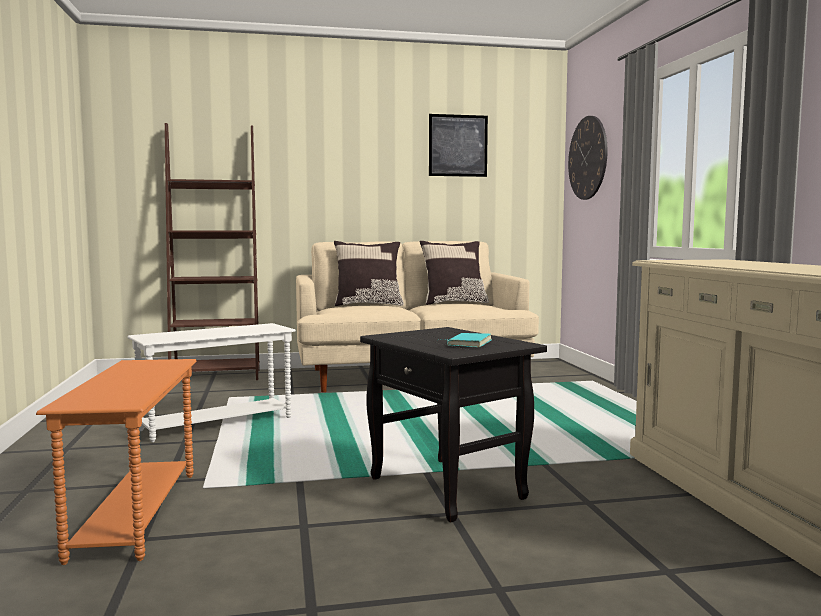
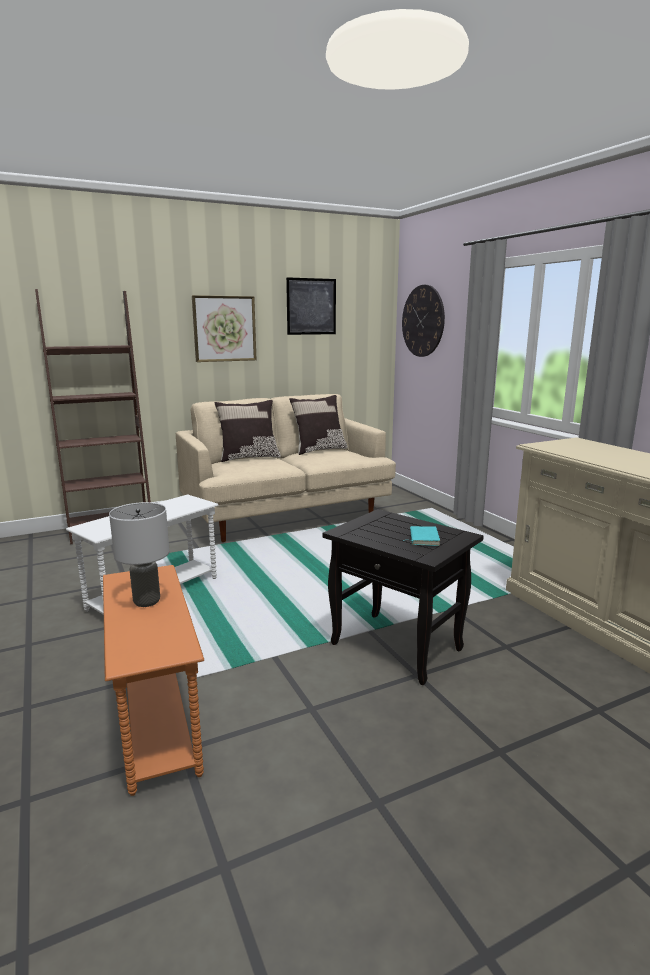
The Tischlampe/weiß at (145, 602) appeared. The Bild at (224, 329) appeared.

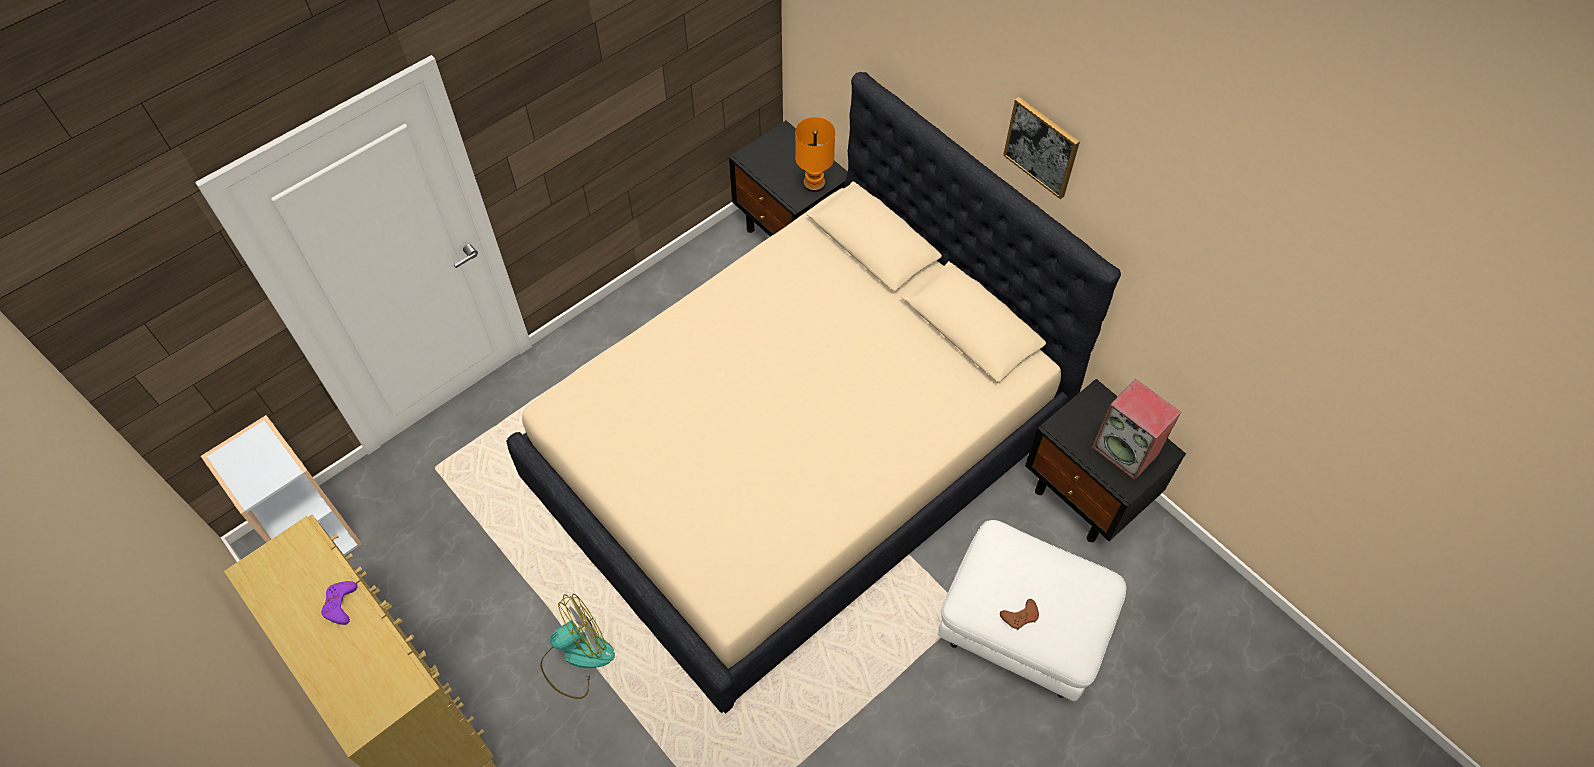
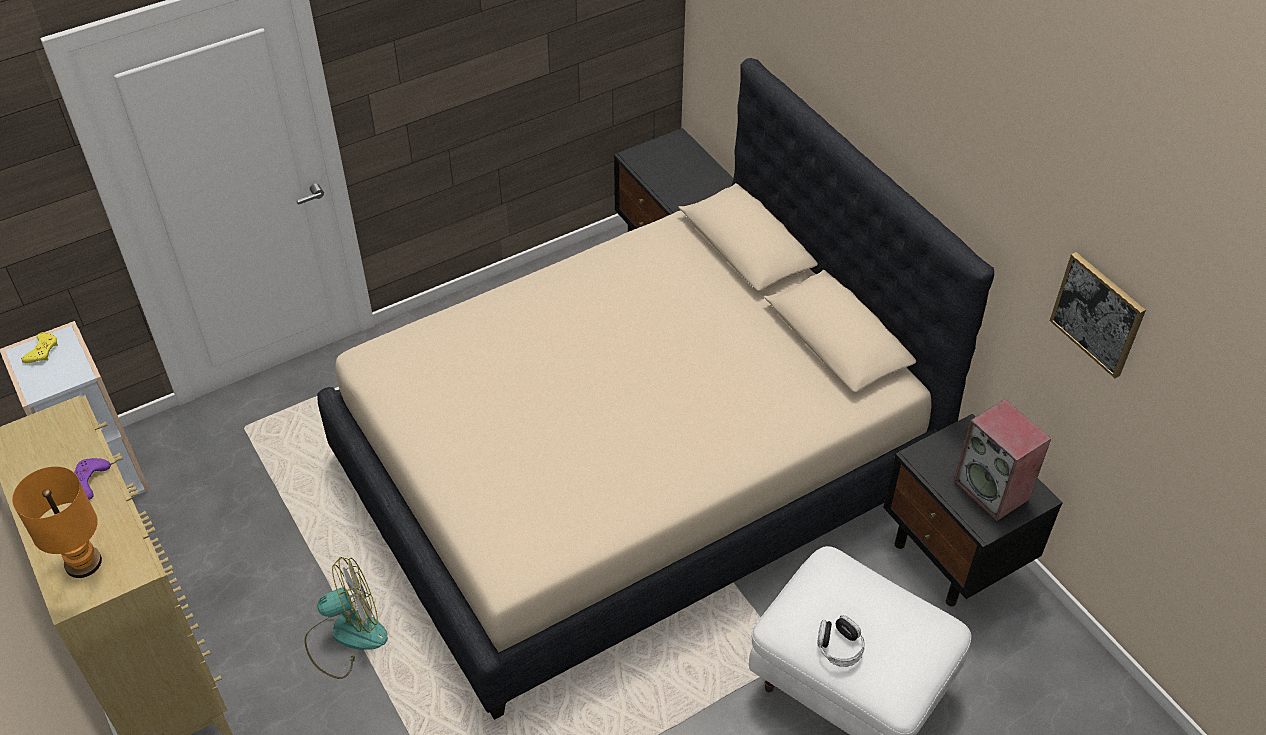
The Tischlampe/orange moved from (813, 183) to (82, 562). The Gamepad/gelb at (42, 351) appeared. The Gamepad/braun at (1020, 616) was replaced by the Kopfhörer at (839, 647). The Bild moved from (1041, 147) to (1098, 314).

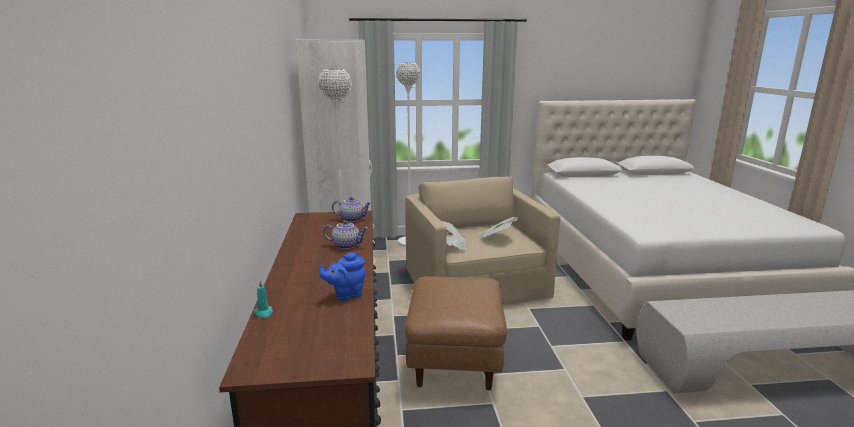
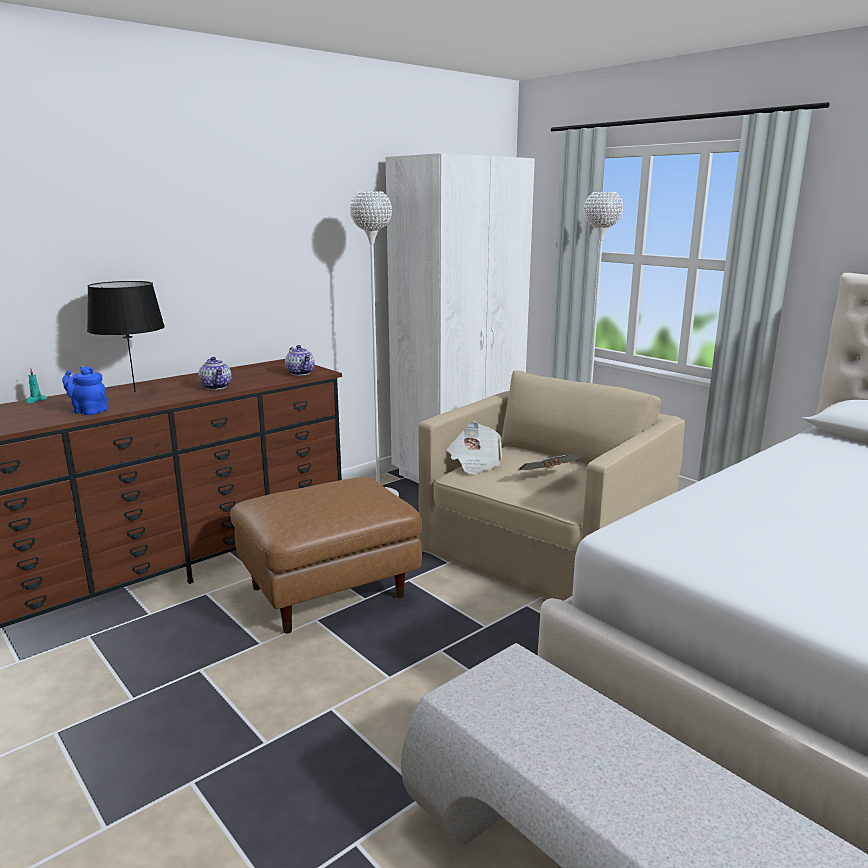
The Tischlampe/schwarz at (135, 391) appeared.

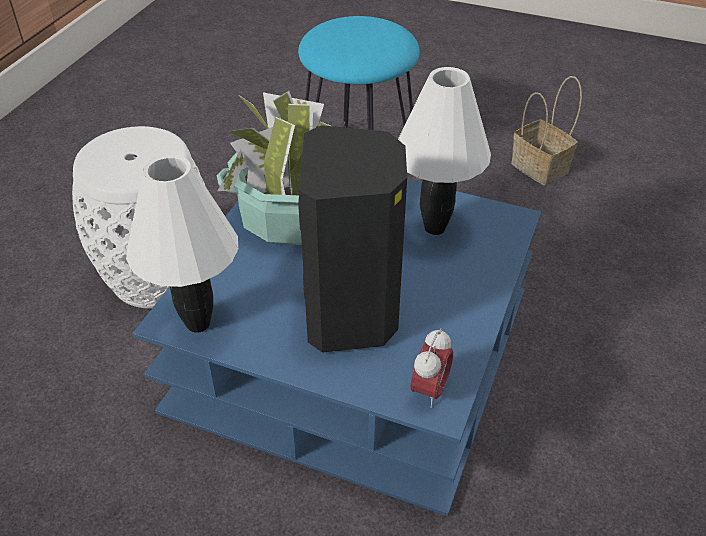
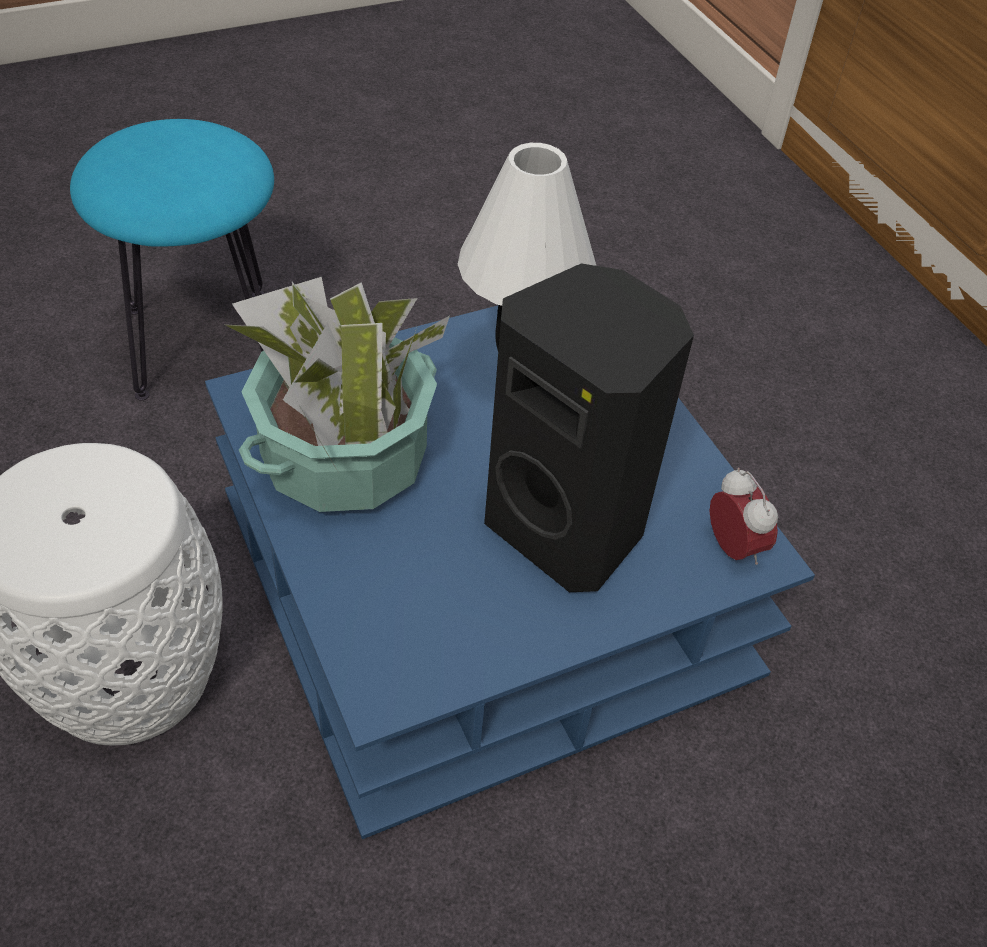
The Tischlampe/weiß at (199, 323) disappeared. The Korb at (541, 168) disappeared.

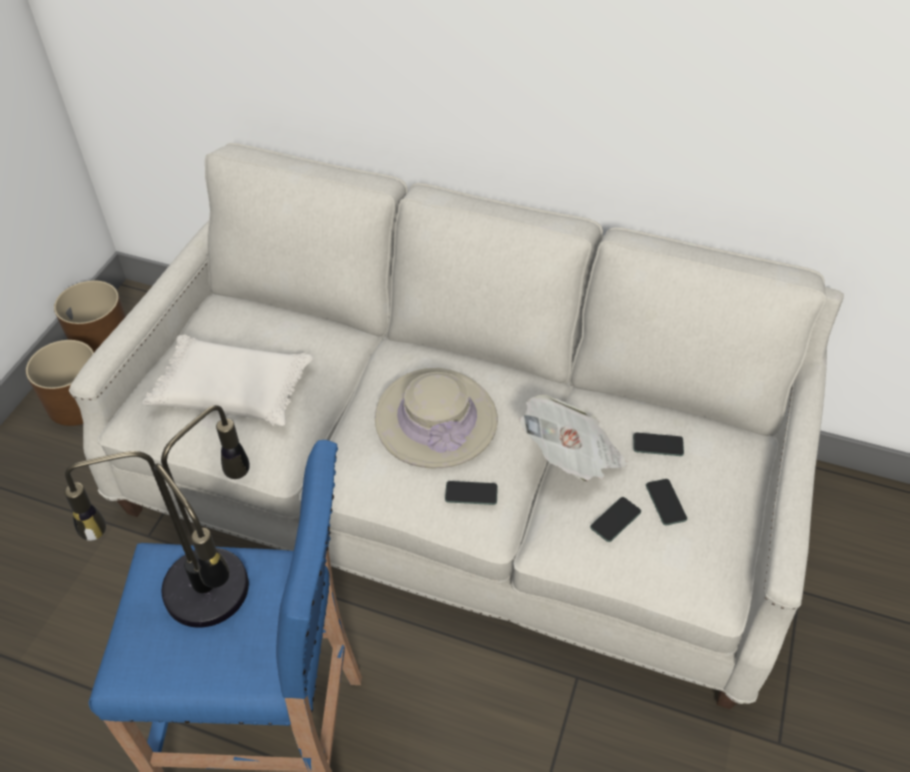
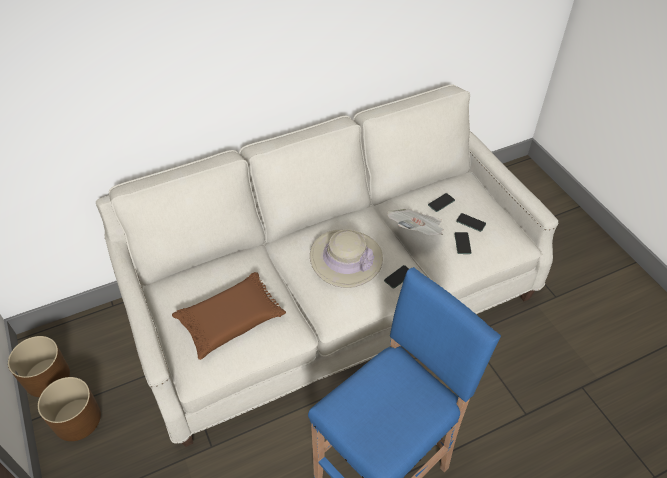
The Kissen/weiß at (231, 387) became the Kissen/braun at (230, 318). The Tischlampe at (206, 590) disappeared.

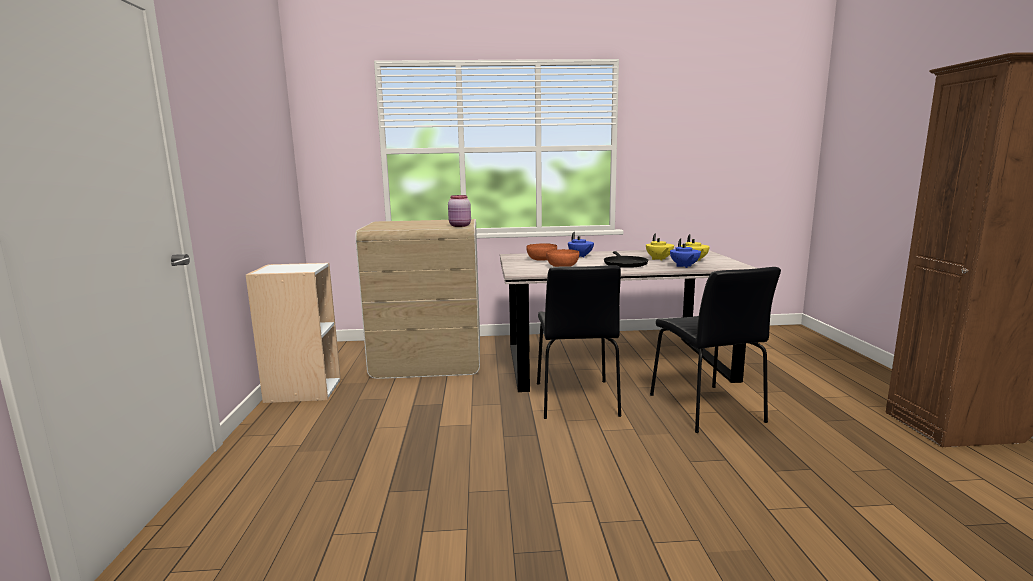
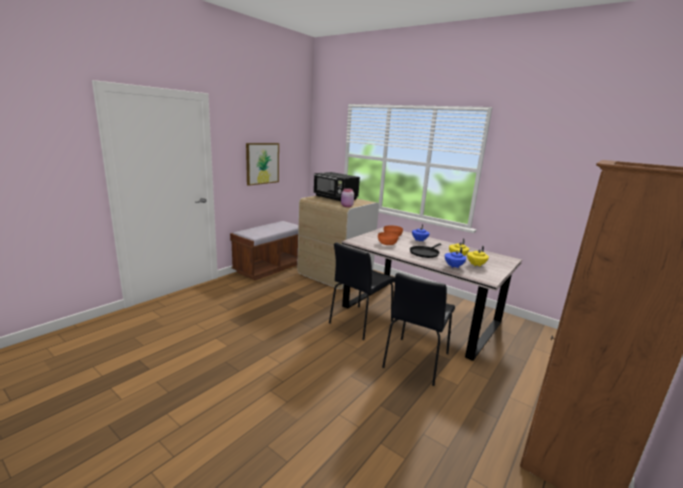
The Bücherregal at (302, 390) was replaced by the Bank/braun at (269, 268). The Bild at (262, 163) appeared. The Mikrowelle/schwarz at (335, 198) appeared.

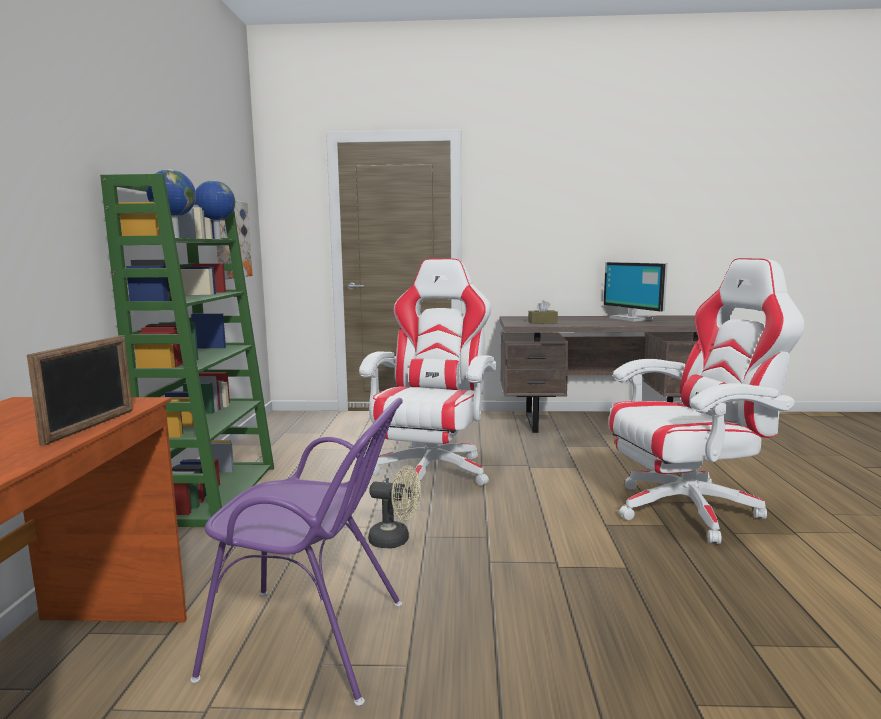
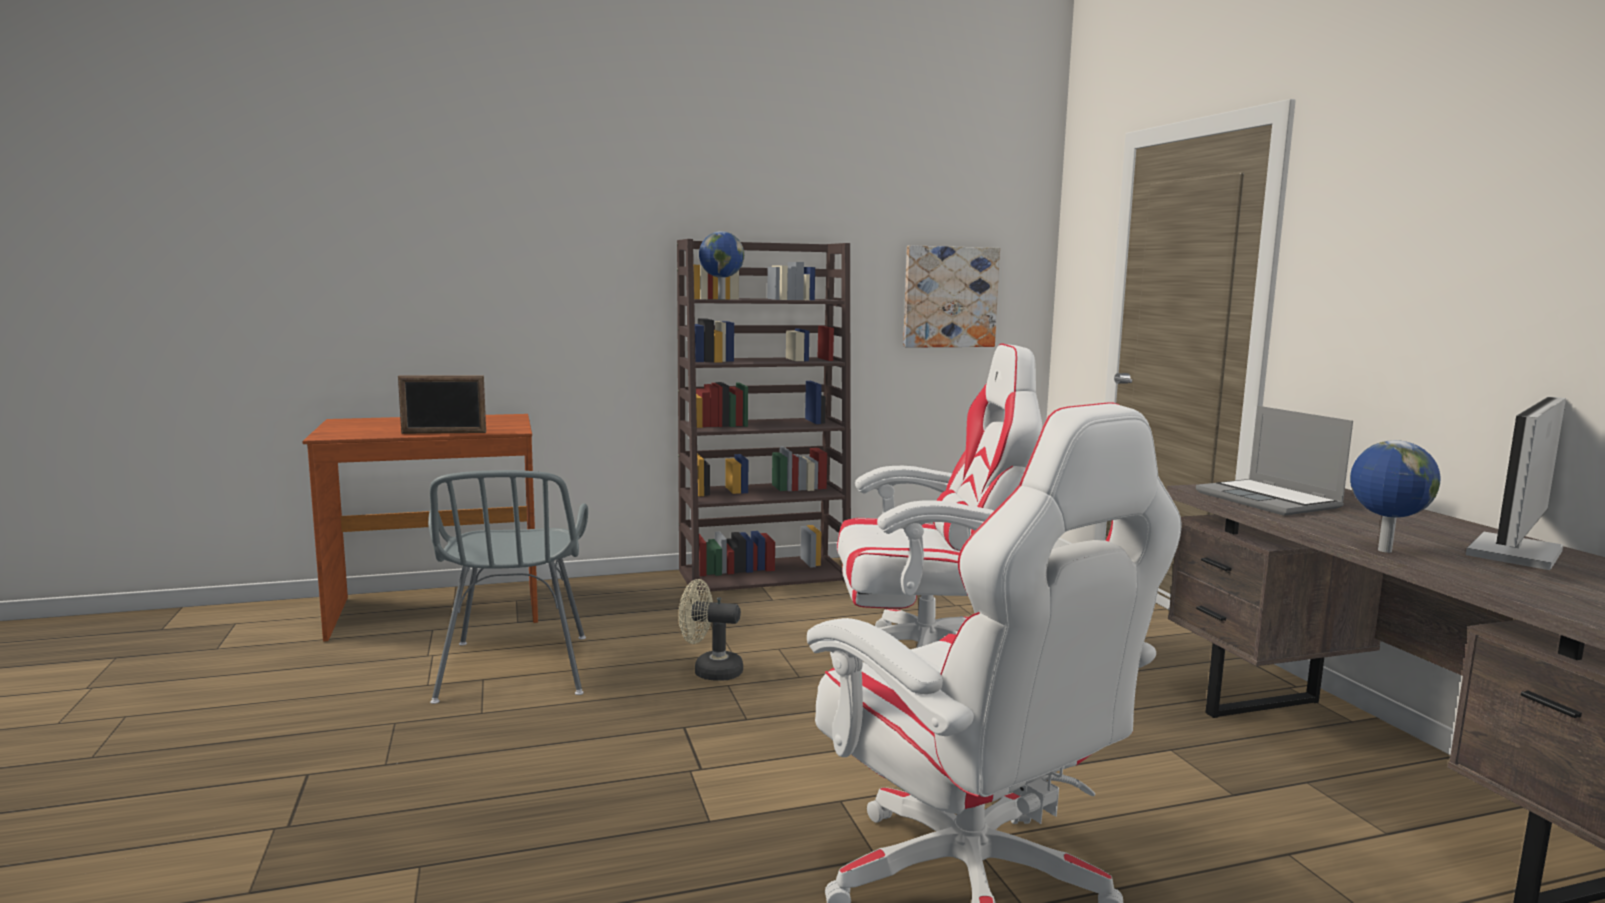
The Stuhl/lila at (314, 640) became the Stuhl/grau at (515, 670). The Bücherregal/grün at (213, 493) became the Bücherregal/braun at (764, 576). The Ventilator/beige at (396, 540) turned 105 degrees clockwise. The Taschentuchbox/braun at (542, 322) was replaced by the Laptop at (1270, 500). The Globus moved from (217, 239) to (1383, 550).

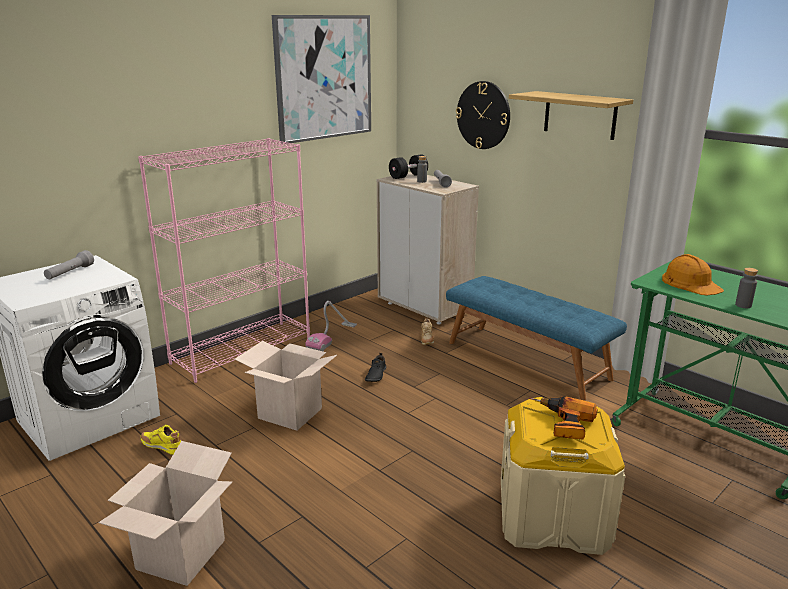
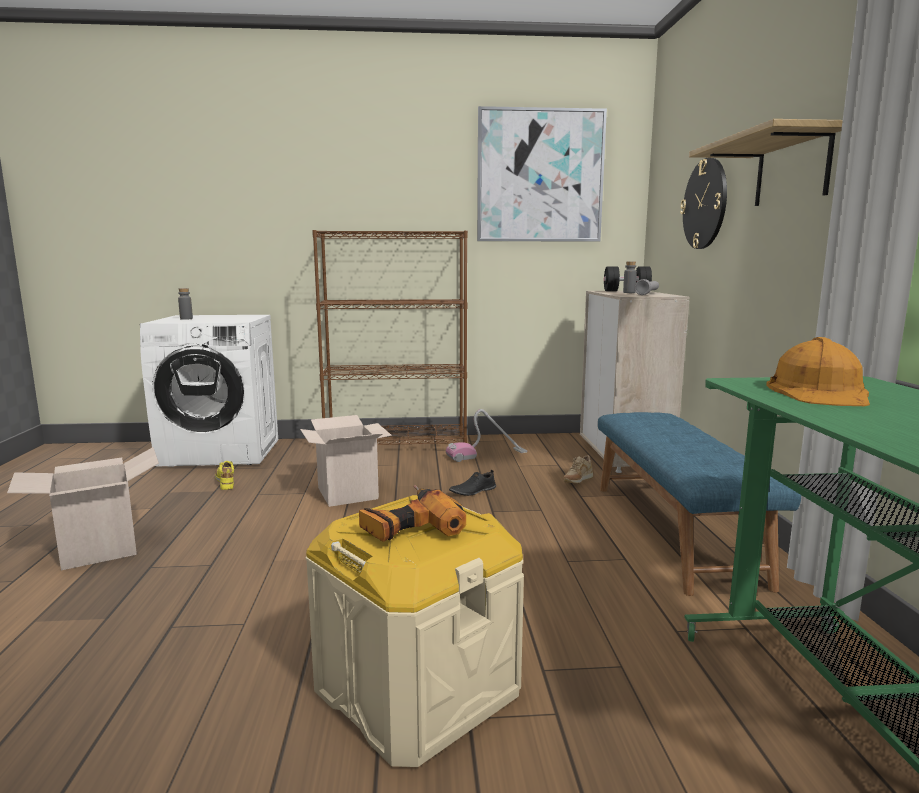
The Flasche/grau moved from (743, 305) to (186, 319). The Bücherregal/rosa at (242, 350) became the Bücherregal/braun at (397, 444). The Taschenlampe/grau at (70, 273) disappeared.

